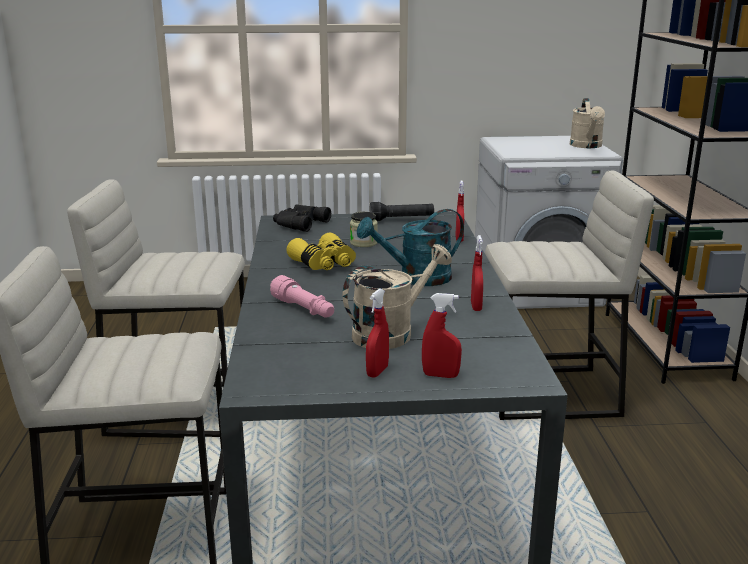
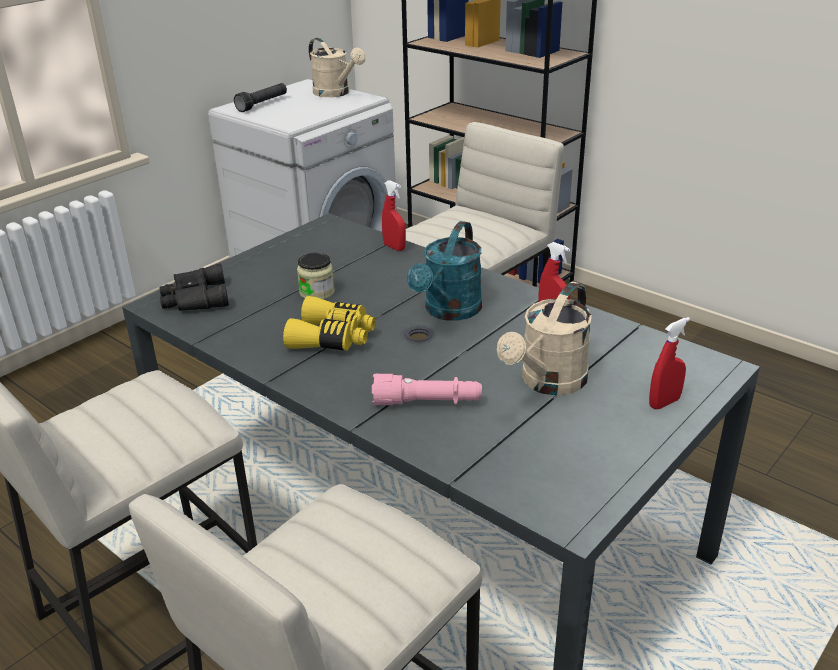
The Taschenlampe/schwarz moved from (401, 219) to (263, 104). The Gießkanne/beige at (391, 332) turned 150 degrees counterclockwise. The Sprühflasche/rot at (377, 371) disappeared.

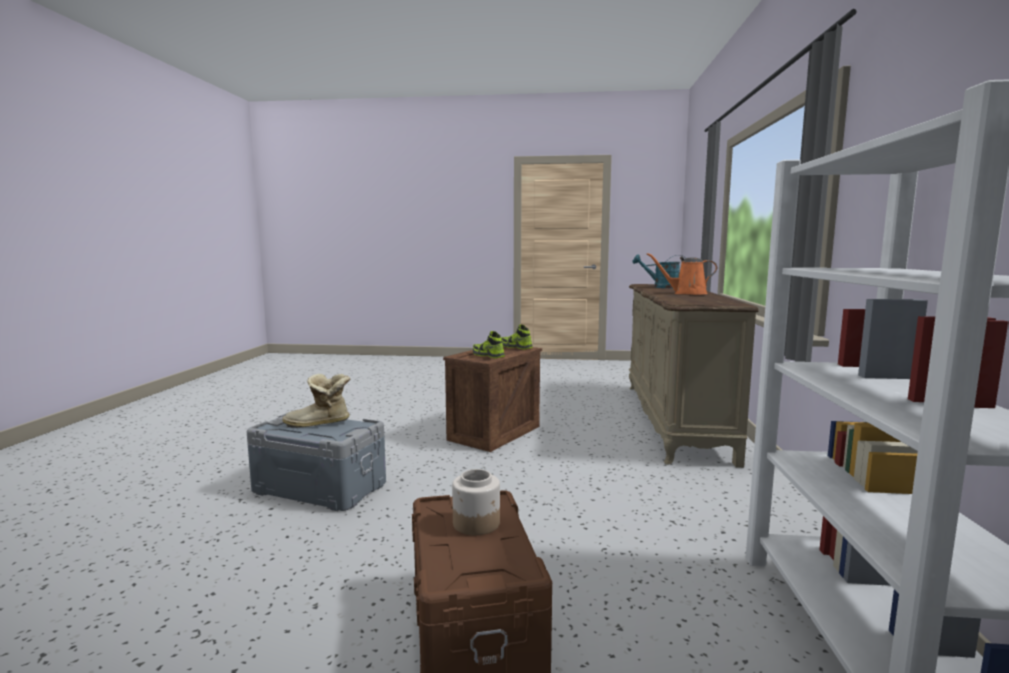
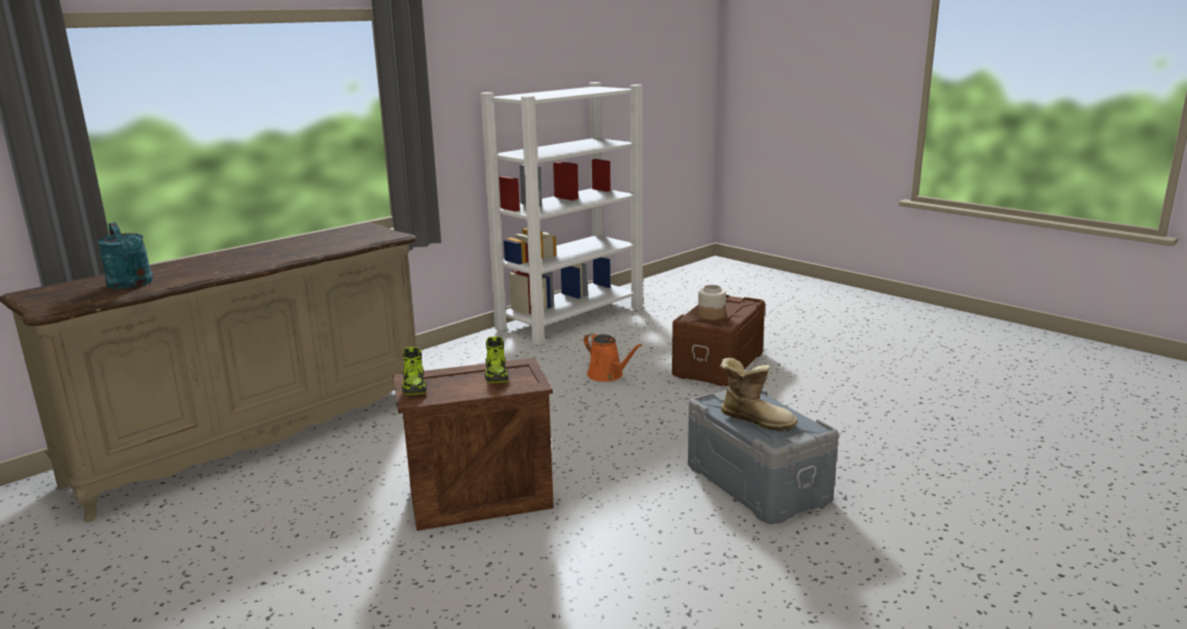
The Gießkanne/orange moved from (686, 293) to (607, 375).

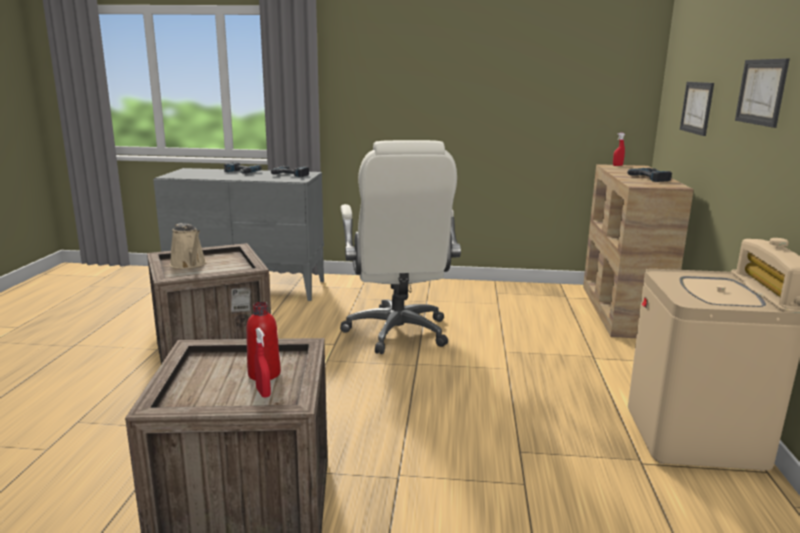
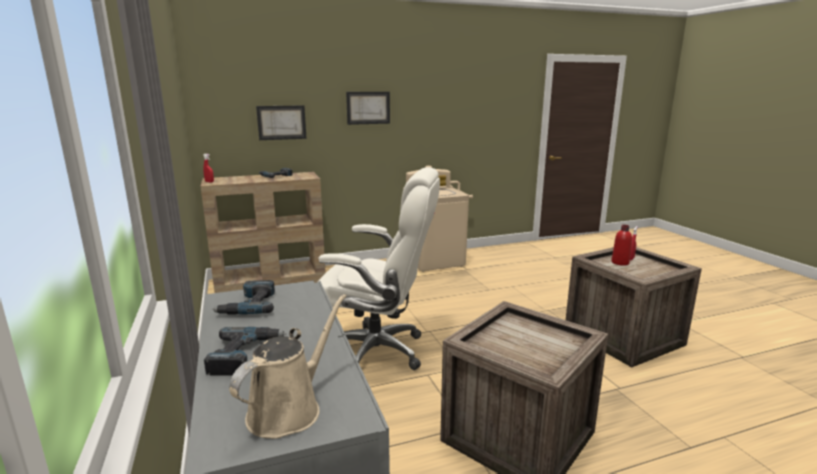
The Gießkanne/beige moved from (189, 264) to (289, 409). The Bürostuhl/weiß at (397, 333) turned 45 degrees clockwise.

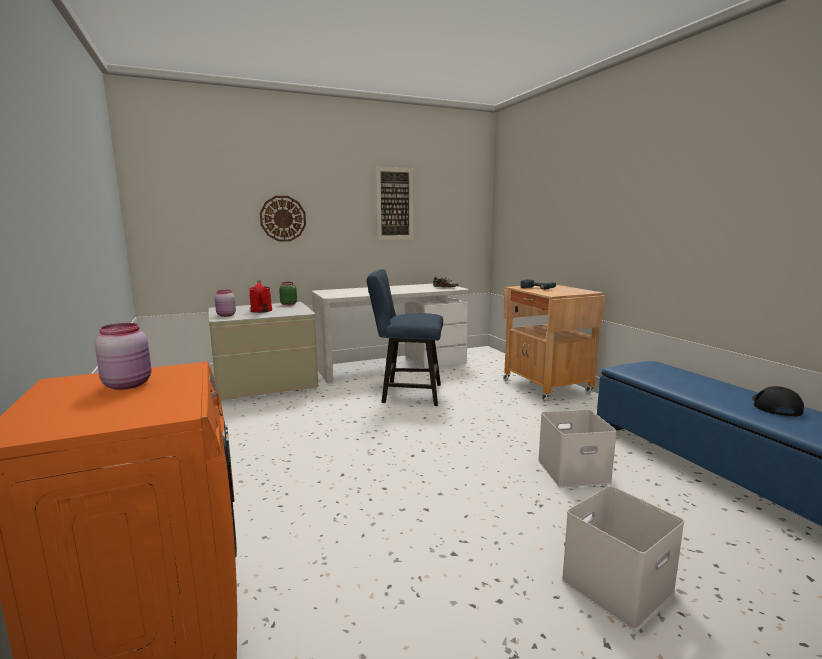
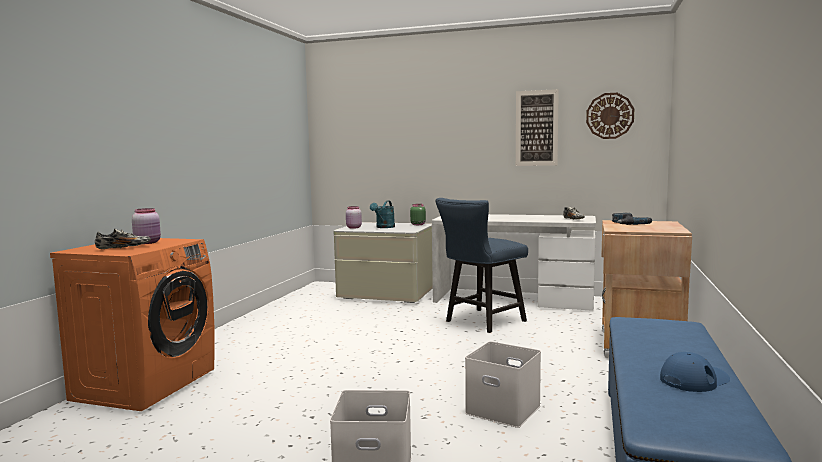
The Schuh at (123, 248) appeared. The Gießkanne/rot at (261, 311) became the Gießkanne/türkis at (384, 227). The Stuhl/blau at (406, 393) turned 90 degrees counterclockwise. The Wanduhr moved from (283, 218) to (610, 116). The Kappe/schwarz at (775, 406) became the Kappe/blau at (694, 379).

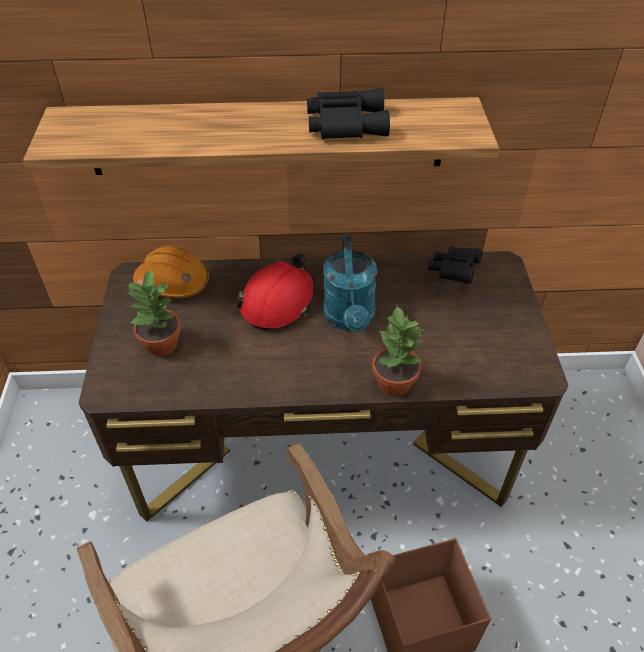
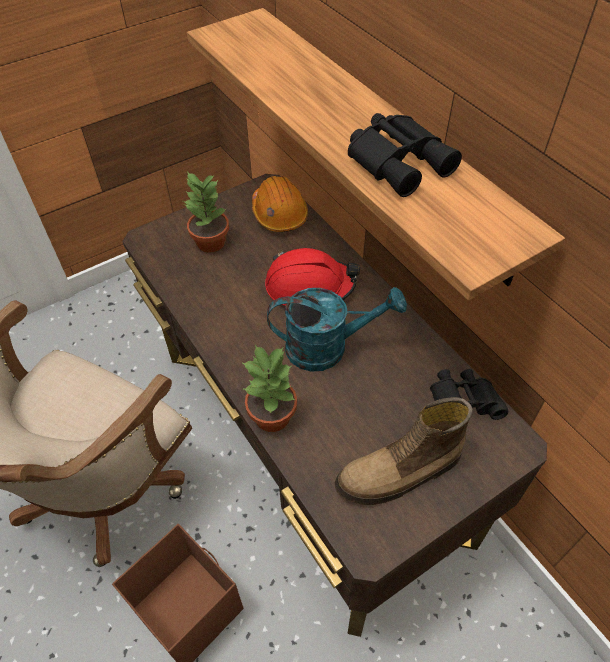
The Gießkanne/türkis at (350, 319) turned 150 degrees counterclockwise. The Stiefel at (400, 473) appeared.

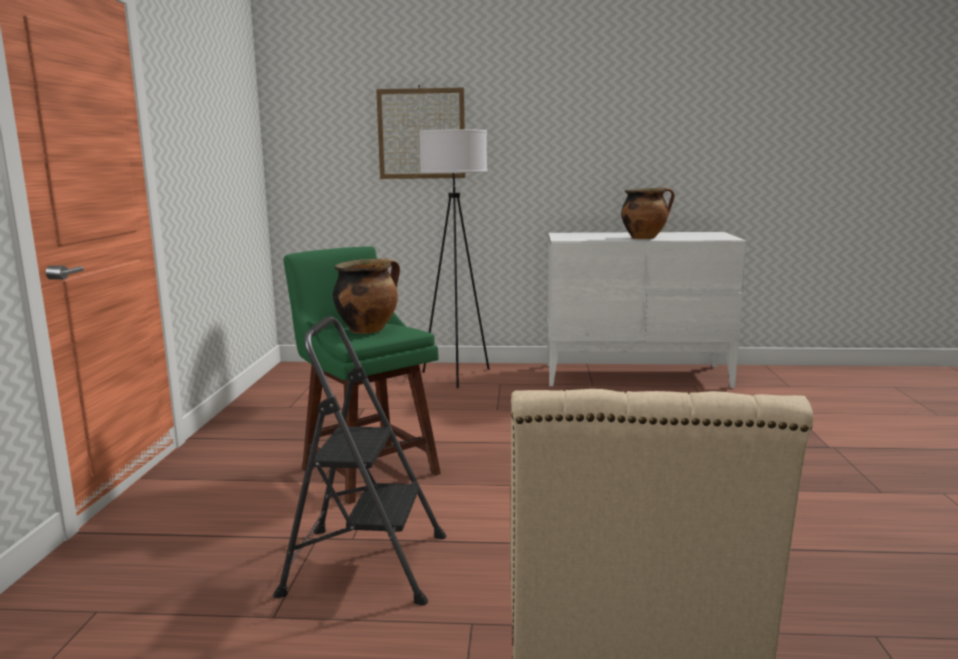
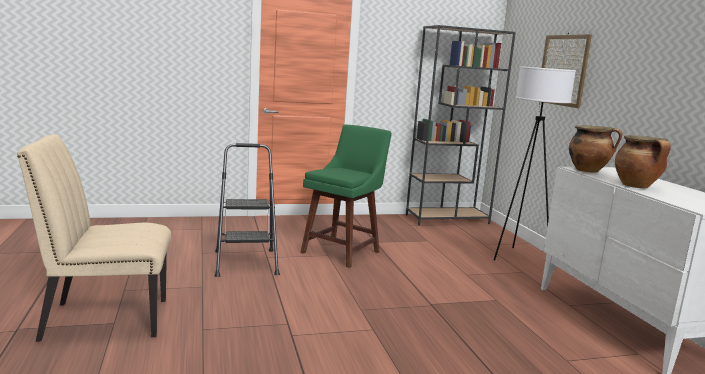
The Bücherregal at (447, 219) appeared. The Kochtopf moved from (368, 329) to (588, 171).

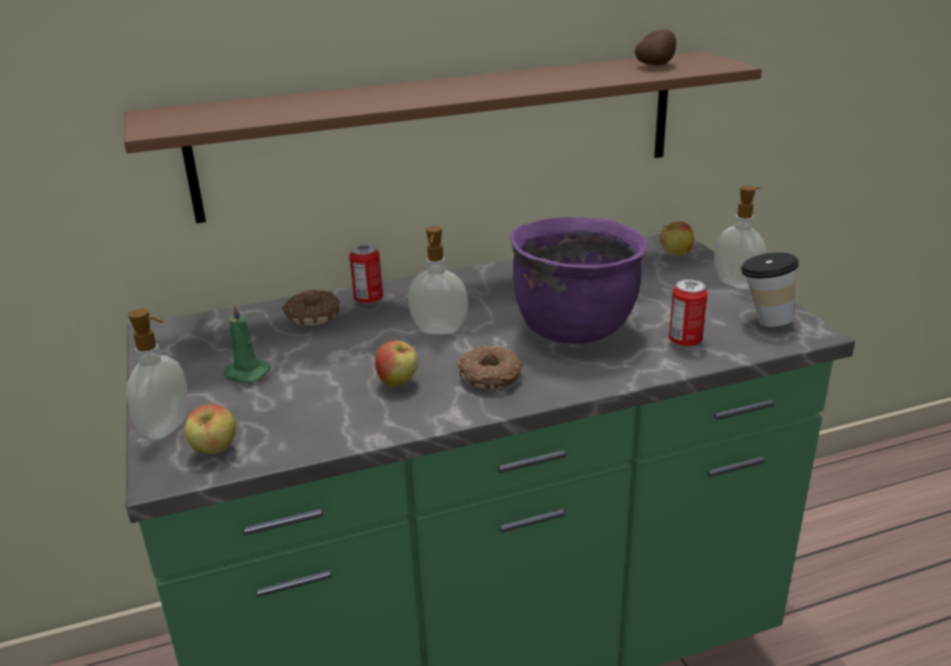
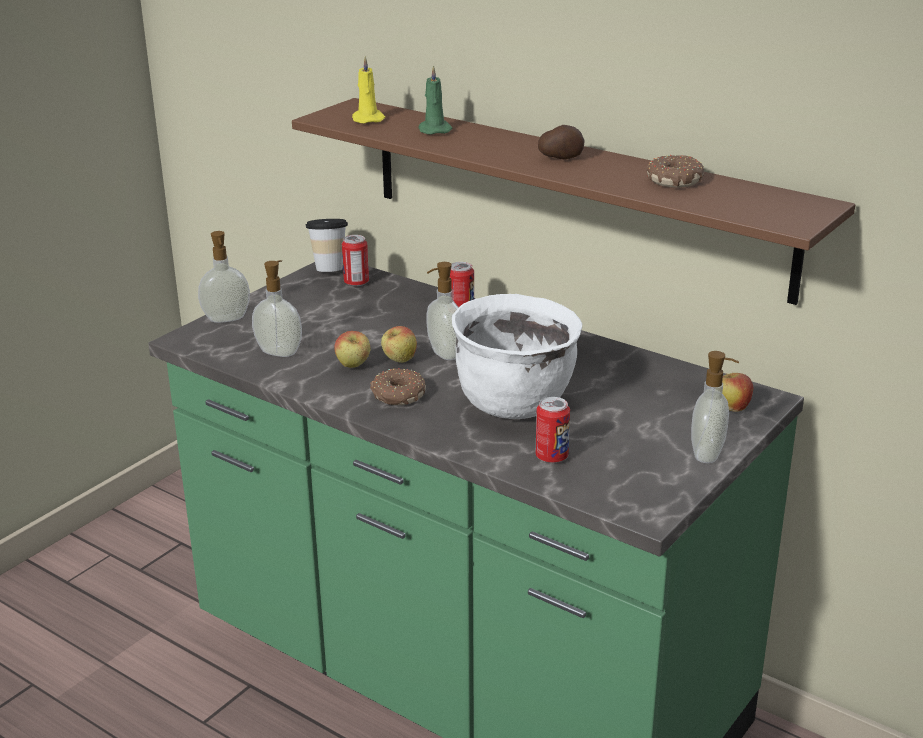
The Seifenspender at (280, 352) appeared. The Tasse moved from (763, 320) to (329, 268). The Dose at (356, 282) appeared. The Kerze/gelb at (367, 119) appeared. The Apfel moved from (215, 451) to (399, 361). The Kerze/grün moved from (245, 374) to (434, 130). The Kochtopf/lila at (574, 328) became the Kochtopf/weiß at (515, 403). The Kartoffel moved from (656, 65) to (560, 158). The Donut moved from (312, 316) to (673, 180).

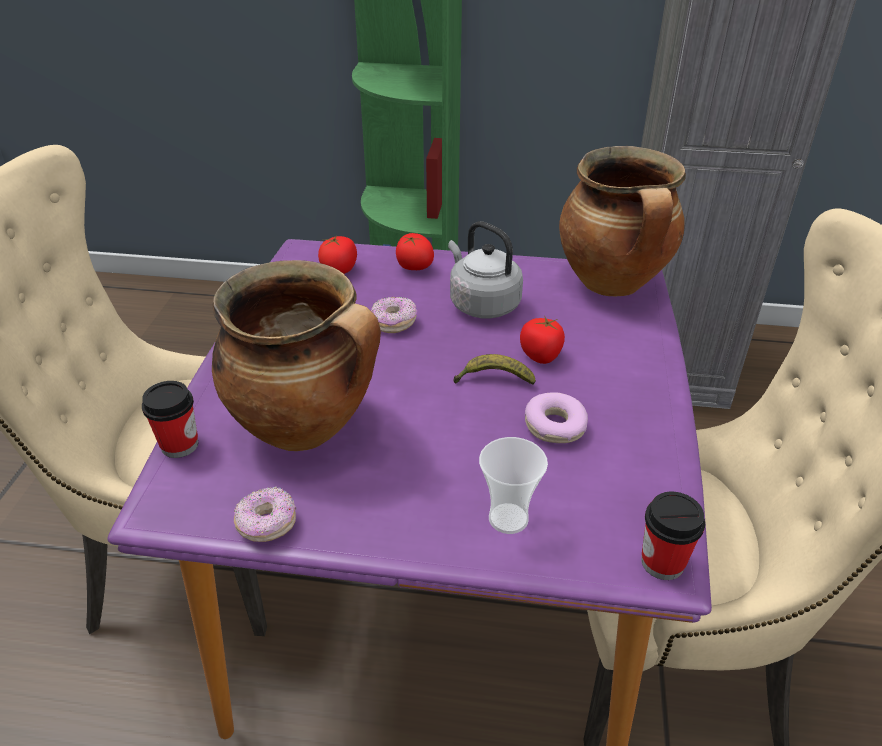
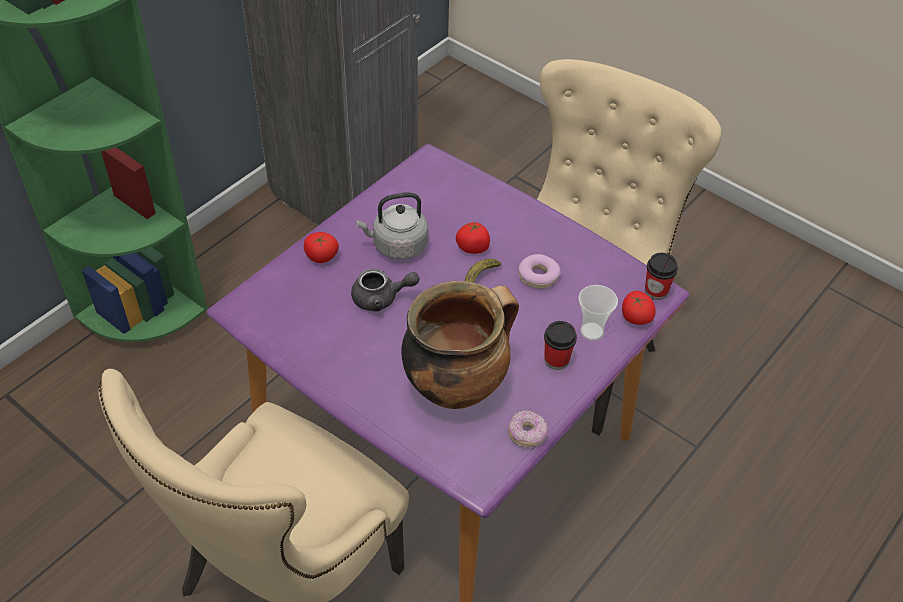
The Donut at (394, 323) was replaced by the Teekanne/grau at (381, 298). The Tasse moved from (179, 445) to (556, 360). The Tomate moved from (339, 270) to (635, 317). The Kochtopf at (613, 284) disappeared.

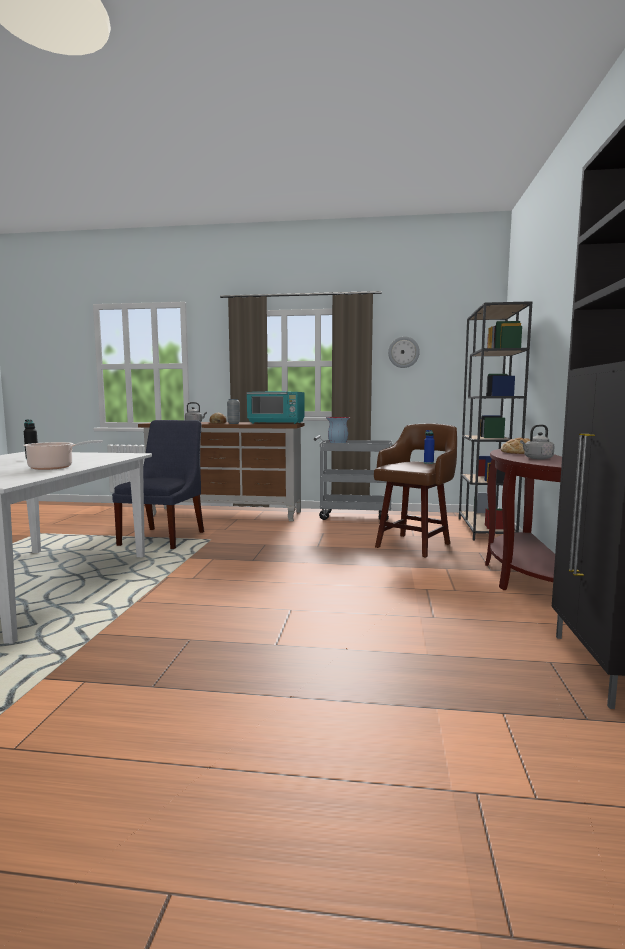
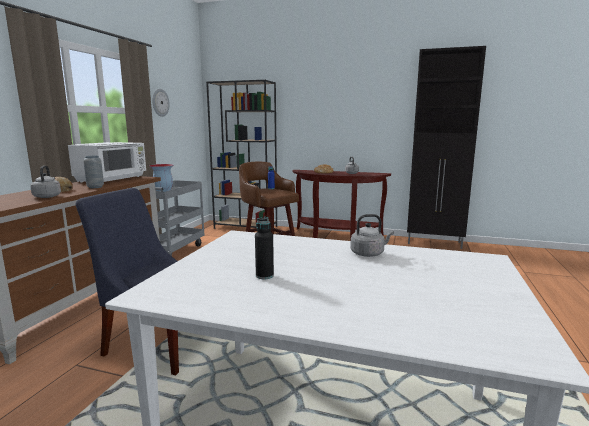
The Mikrowelle/türkis at (277, 423) became the Mikrowelle/weiß at (112, 179). The Kochtopf at (54, 467) was replaced by the Wasserkessel/grau at (369, 253).

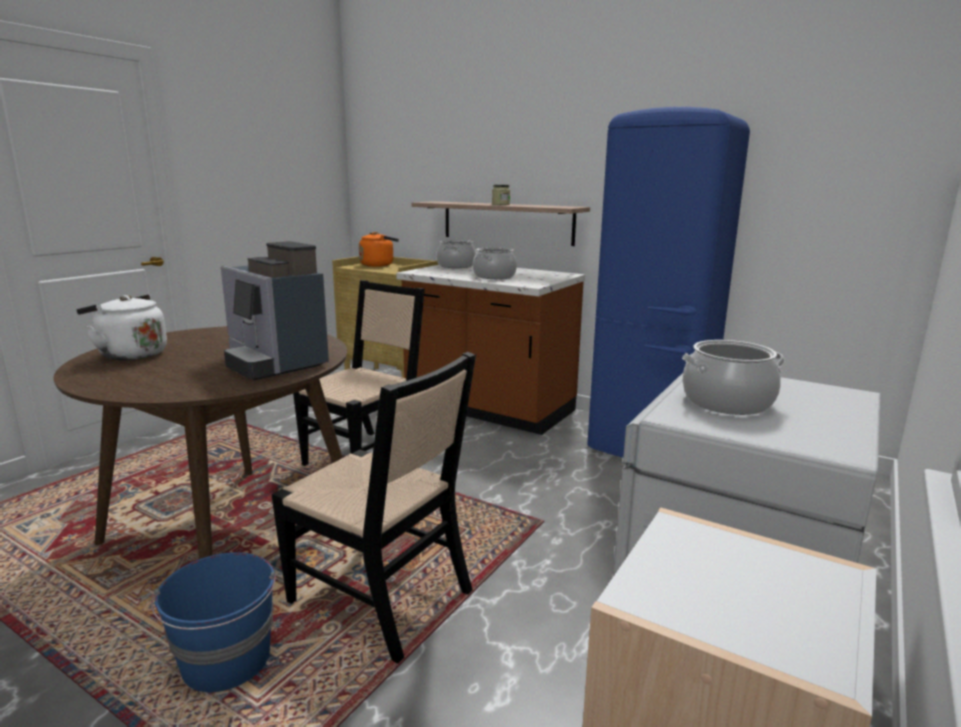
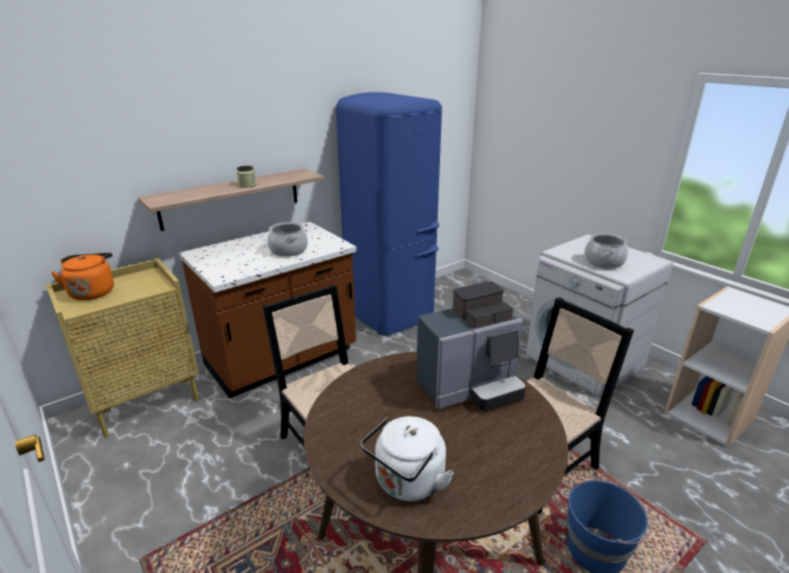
The Kochtopf at (456, 266) disappeared.

